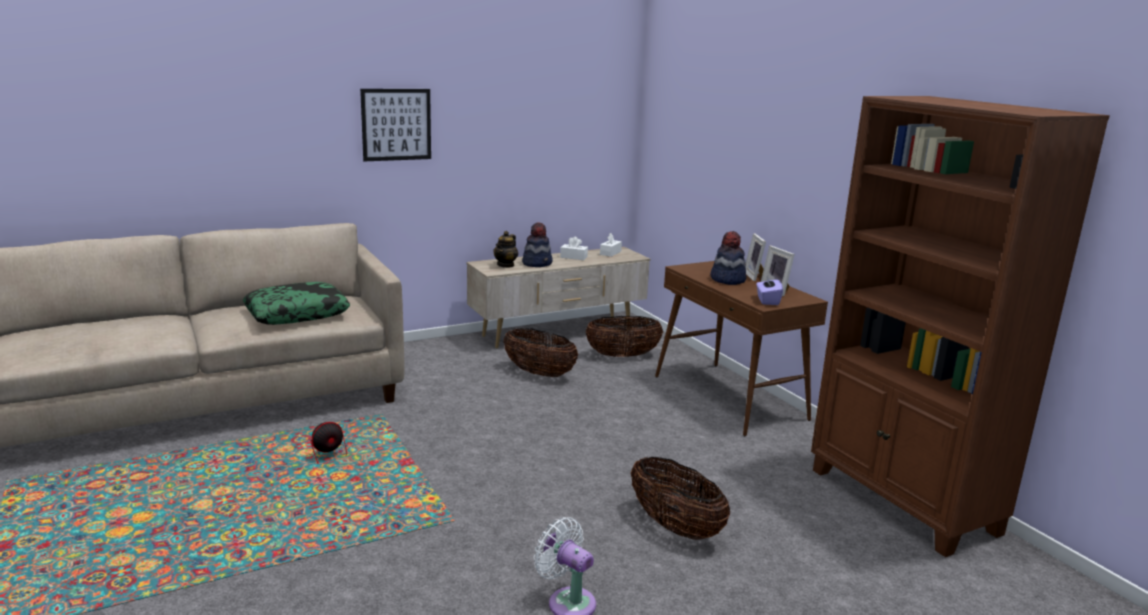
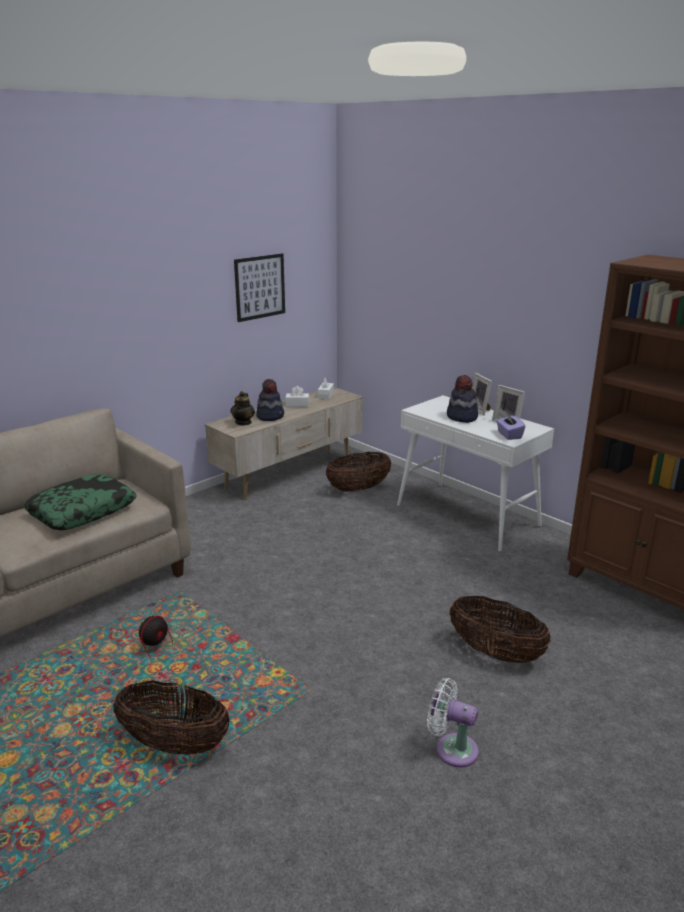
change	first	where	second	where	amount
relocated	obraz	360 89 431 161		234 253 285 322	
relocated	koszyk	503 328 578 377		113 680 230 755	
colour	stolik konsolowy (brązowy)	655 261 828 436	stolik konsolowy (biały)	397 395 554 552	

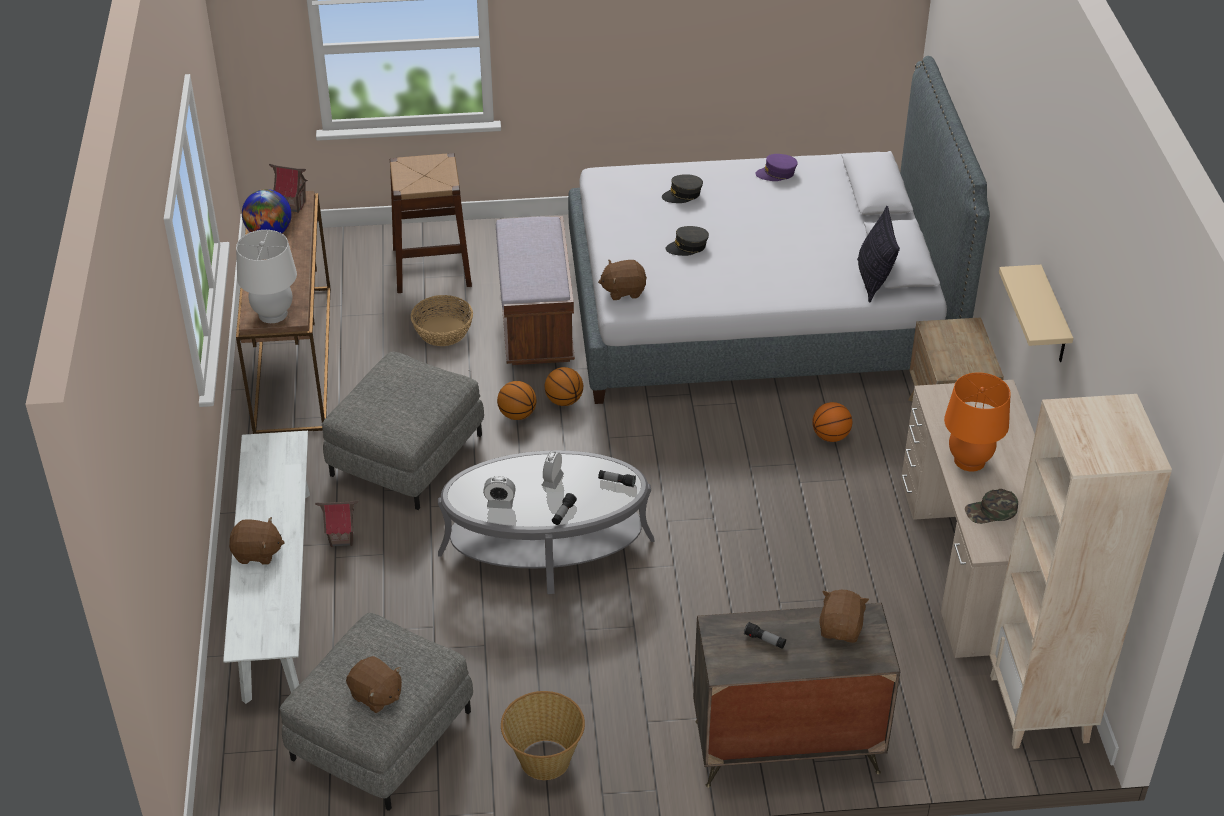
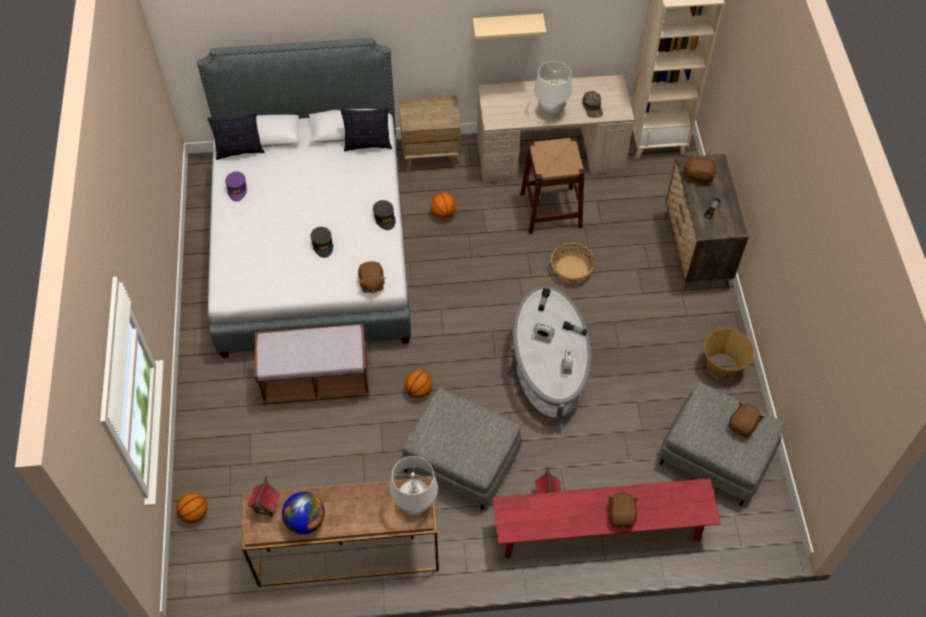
change	first	where	second	where	amount
appeared			poduszka	207 112 265 160	
relocated	stołek (brązowy)	390 153 472 293		520 137 585 234	
relocated	koszyk	411 295 473 346		551 243 595 283	
relocated	piłka do koszykówki	545 367 583 406		176 493 207 523	
relocated	czapka z daszkiem (szary)	662 174 703 203		373 200 395 230	
colour	ławka (biały)	223 431 310 704	ławka (czerwony)	493 478 721 559	
colour	lampa stołowa (pomarańczowy)	944 372 1011 472	lampa stołowa (biały)	534 61 572 119	

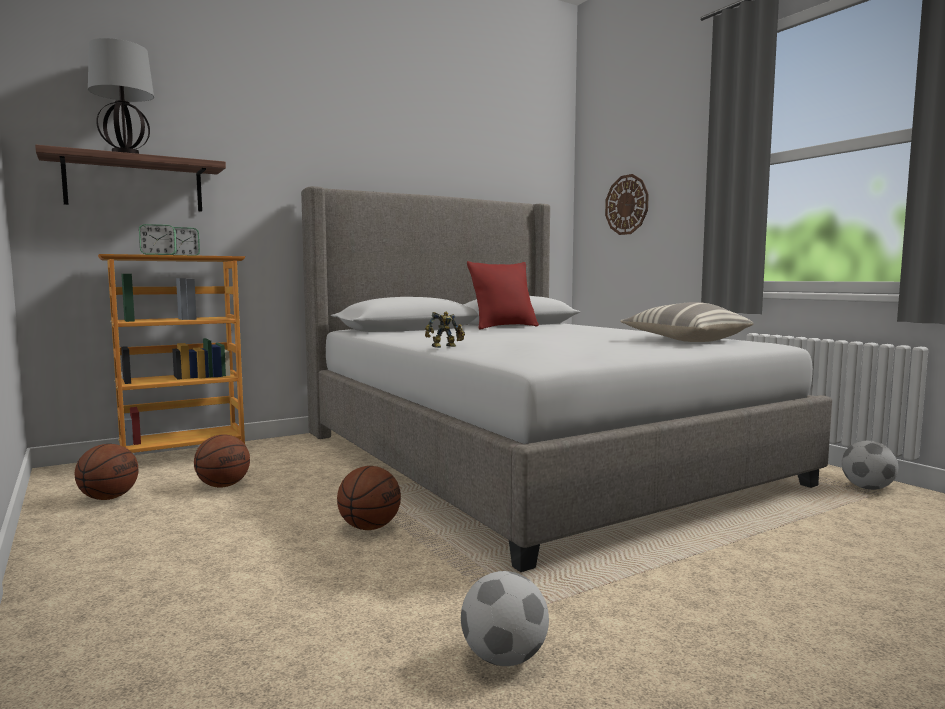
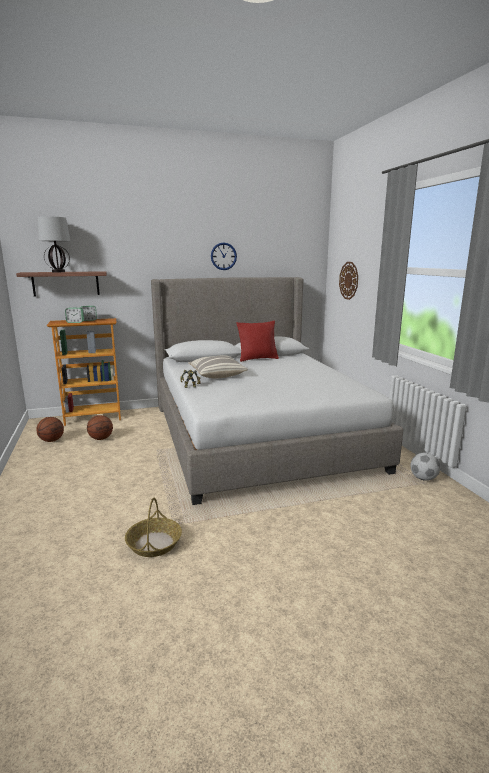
change	first	where	second	where	amount
missing	piłka do koszykówki	337 466 401 530			
appeared			zegar ścienny	211 242 237 270	
relocated	poduszka	620 302 754 342		189 355 248 379	
exchanged	piłka futbolowa	461 571 549 666	koszyk	125 498 182 557	

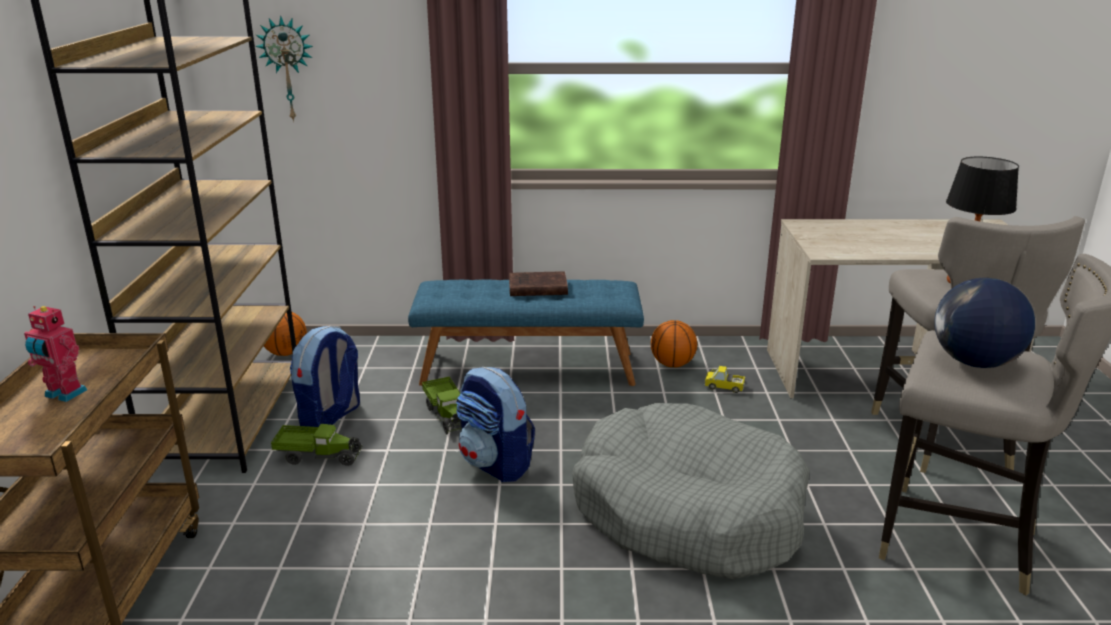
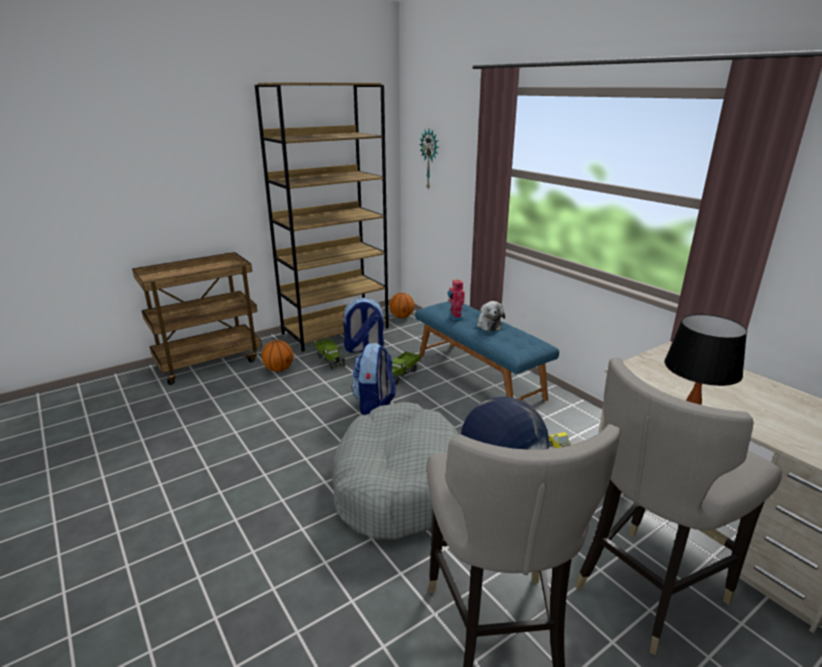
change	first	where	second	where	amount
relocated	robot zabawkowy	24 306 87 402		448 278 465 321	
relocated	piłka do koszykówki	651 320 697 367		262 340 294 372	
exchanged	książka (brązowy)	509 271 568 296	pluszak	477 301 505 331	

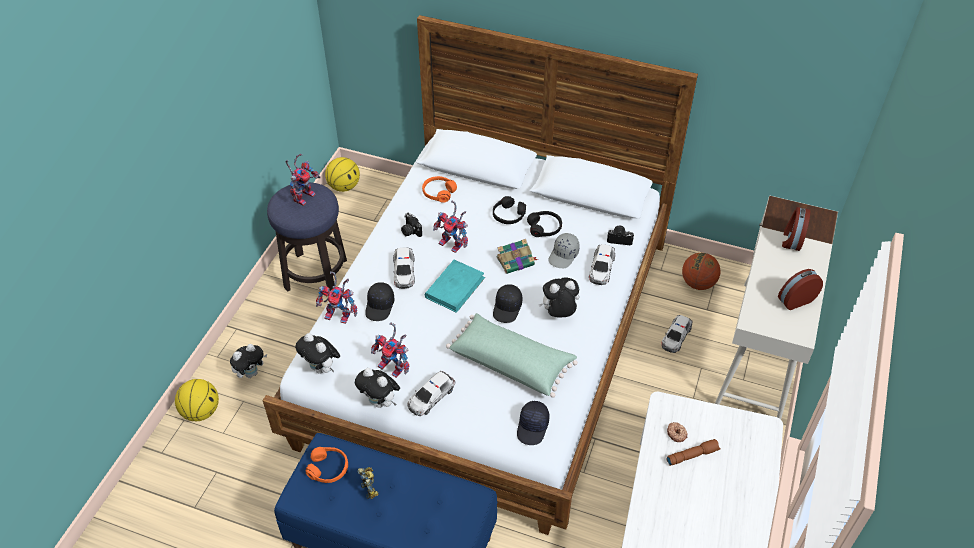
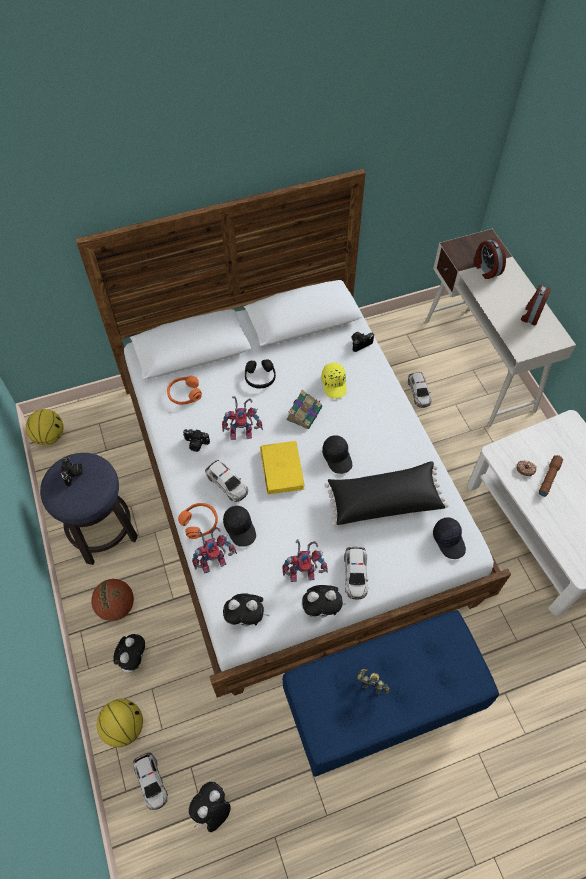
change	first	where	second	where	amount
missing	słuchawki (czarny)	527 211 562 237			
relocated	słuchawki (pomarańczowy)	306 447 348 483		178 503 218 539	
relocated	pluszak	538 278 579 317		189 782 231 832	
relocated	samochodzik	589 244 615 285		133 752 168 810	
relocated	piłka do koszykówki	682 253 720 290		91 579 134 621	
exchanged	robot zabawkowy	286 154 321 206	aparat fotograficzny	61 457 83 487	
colour	książka (turkusowy)	425 260 485 313	książka (żółty)	260 441 305 494	
colour	poduszka (zielony)	446 313 578 398	poduszka (czarny)	324 461 449 526	
colour	czapka z daszkiem (szary)	548 233 580 268	czapka z daszkiem (żółty)	321 363 347 399	

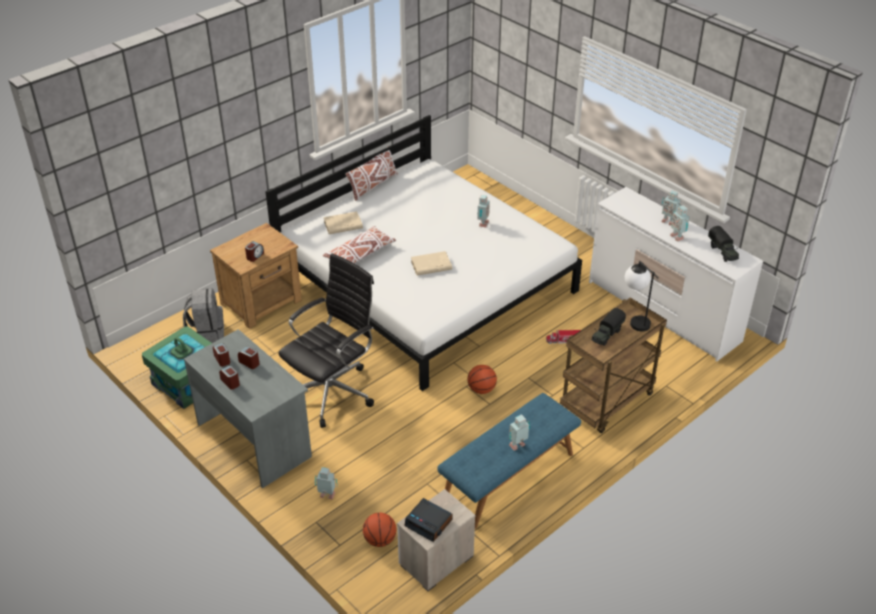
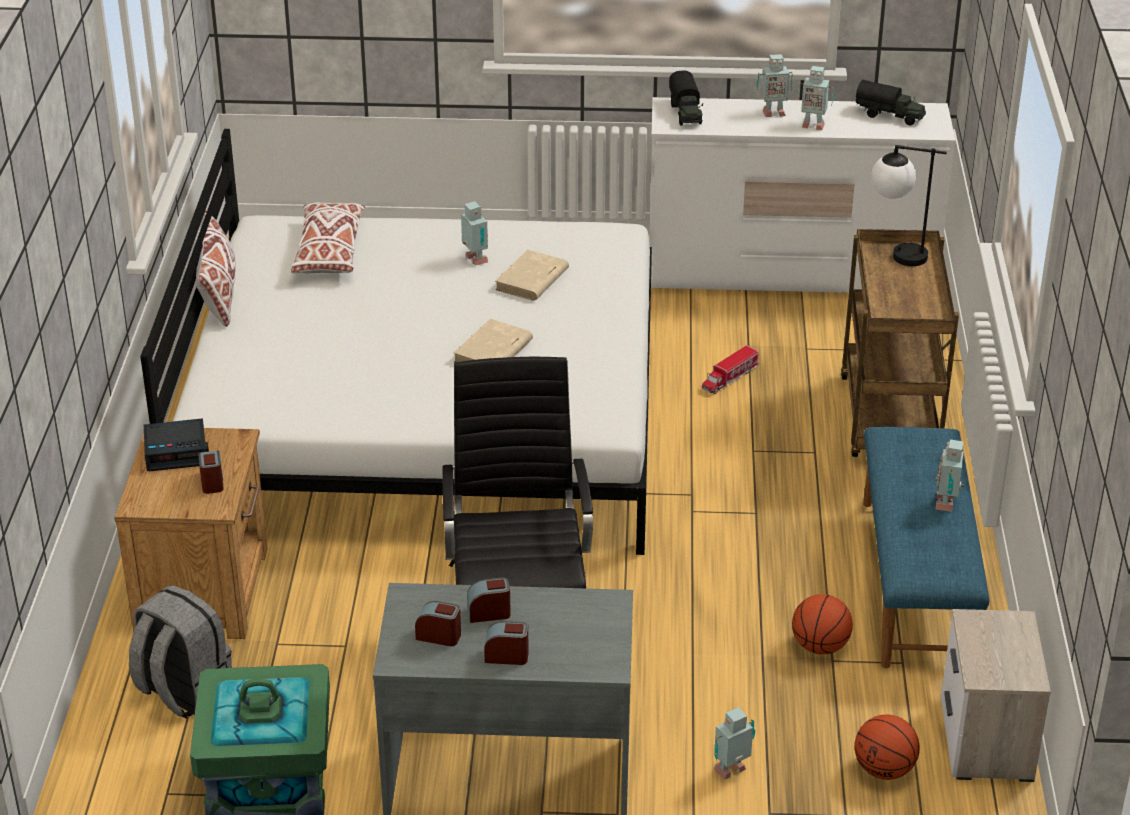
change	first	where	second	where	amount
relocated	poduszka (biały)	323 226 396 264		291 203 365 274	
relocated	książka (beżowy)	324 211 363 234		496 249 569 301	
relocated	budzik	404 498 453 542		144 418 209 471	
relocated	piłka do koszykówki	467 365 497 394		792 594 853 655	
relocated	ciężarówka zabawkowa	591 308 626 346		669 71 703 126	

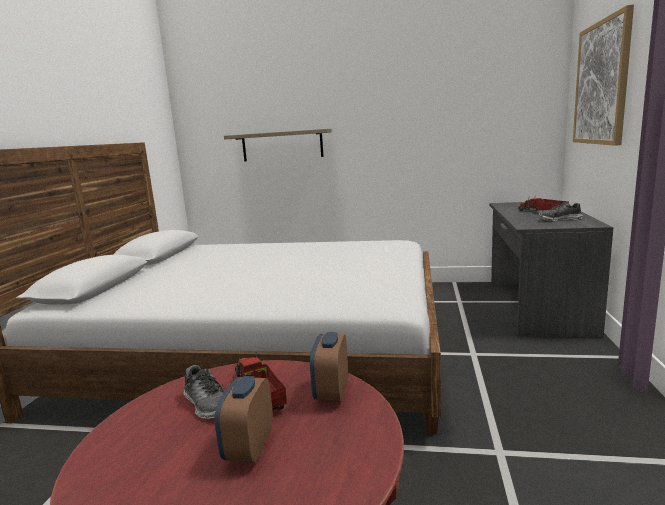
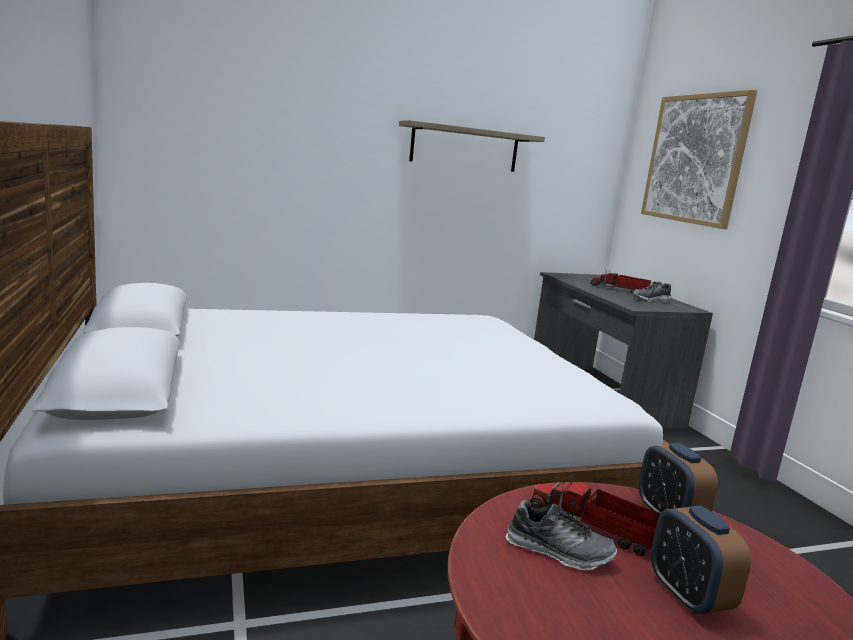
change	first	where	second	where	amount
relocated	półka	224 129 332 161		399 120 545 172	

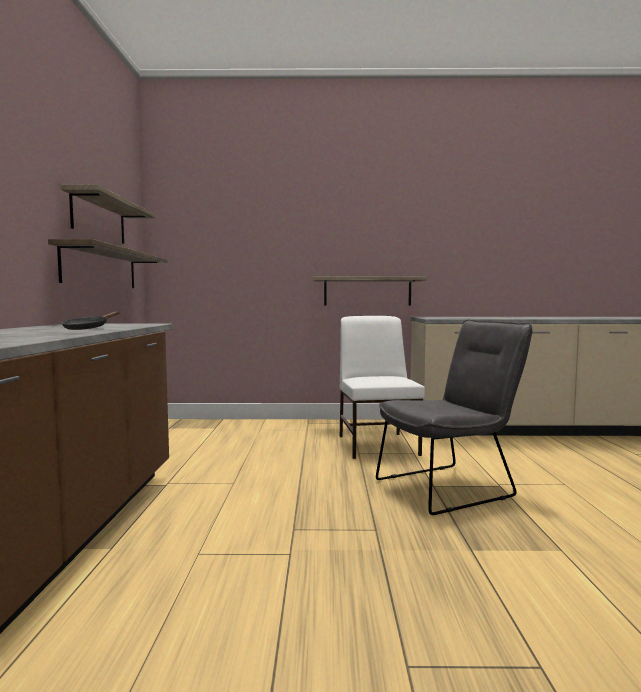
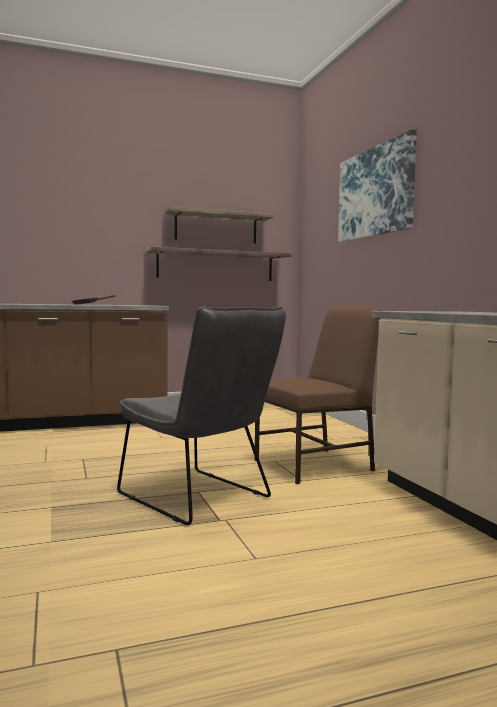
change	first	where	second	where	amount
missing	półka	313 276 427 306			
appeared			obraz	338 129 417 242	
colour	krzesło (biały)	340 316 425 459	krzesło (brązowy)	255 306 381 484	

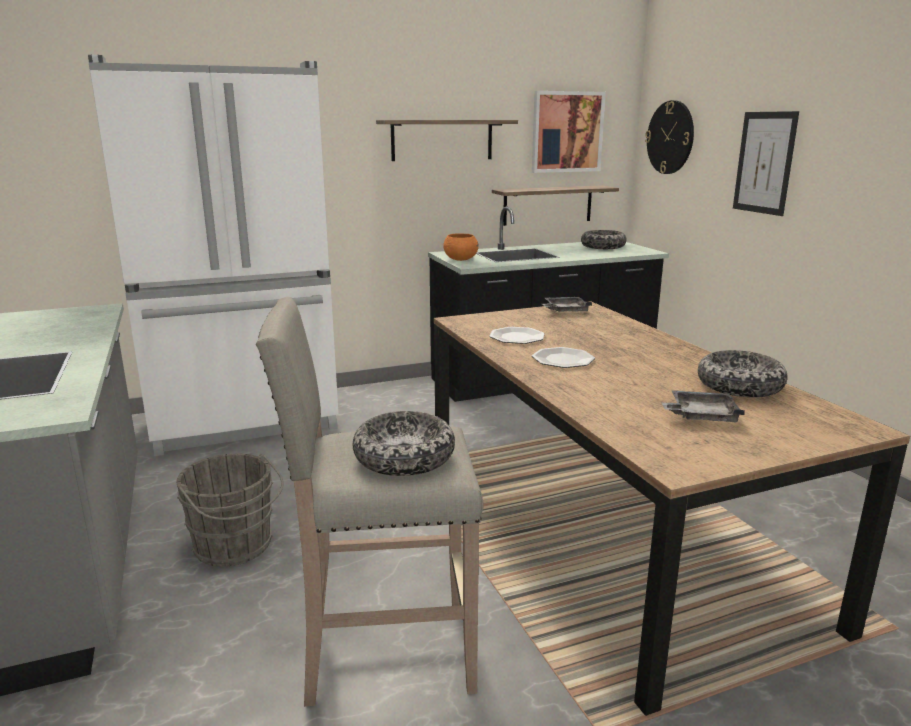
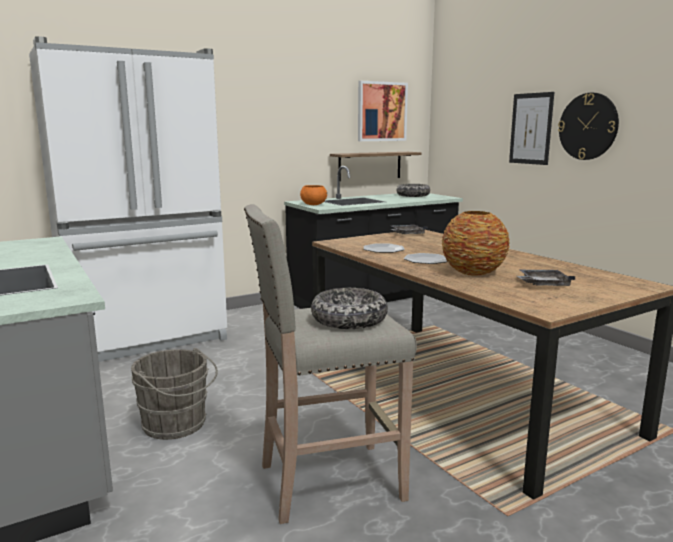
change	first	where	second	where	amount
missing	półka	376 120 518 161			
missing	miska	698 350 788 397			
appeared			wazon	442 211 510 276	
relocated	zegar ścienny	645 100 694 174		558 93 619 160	

